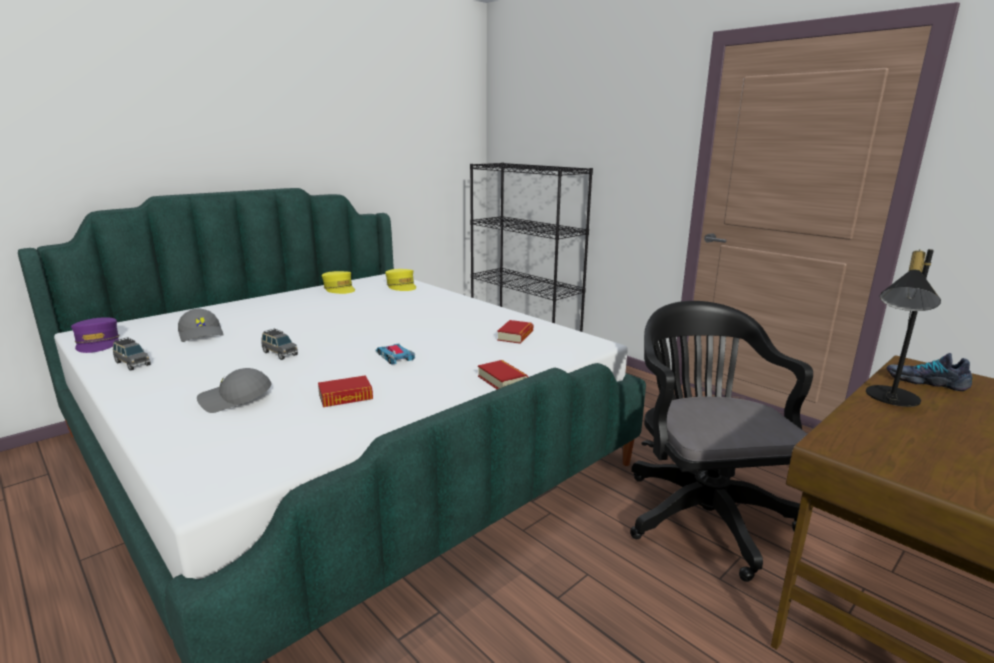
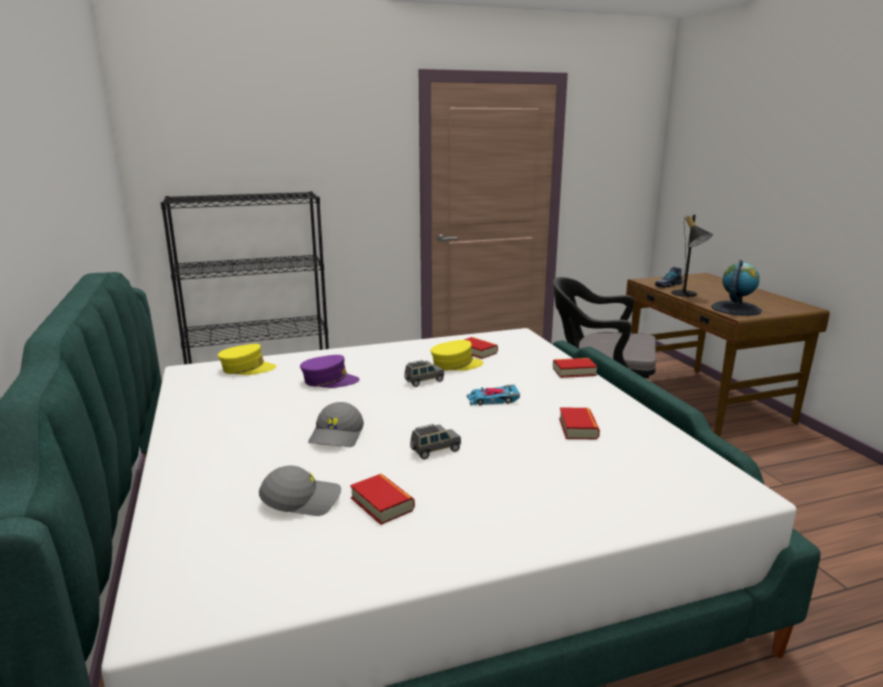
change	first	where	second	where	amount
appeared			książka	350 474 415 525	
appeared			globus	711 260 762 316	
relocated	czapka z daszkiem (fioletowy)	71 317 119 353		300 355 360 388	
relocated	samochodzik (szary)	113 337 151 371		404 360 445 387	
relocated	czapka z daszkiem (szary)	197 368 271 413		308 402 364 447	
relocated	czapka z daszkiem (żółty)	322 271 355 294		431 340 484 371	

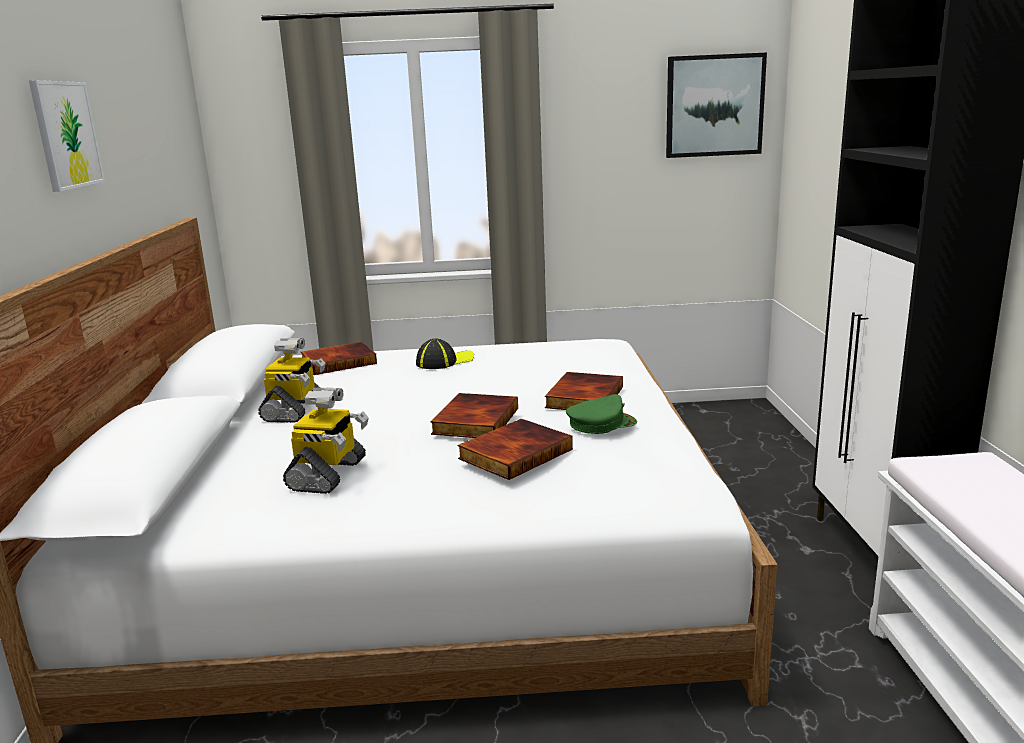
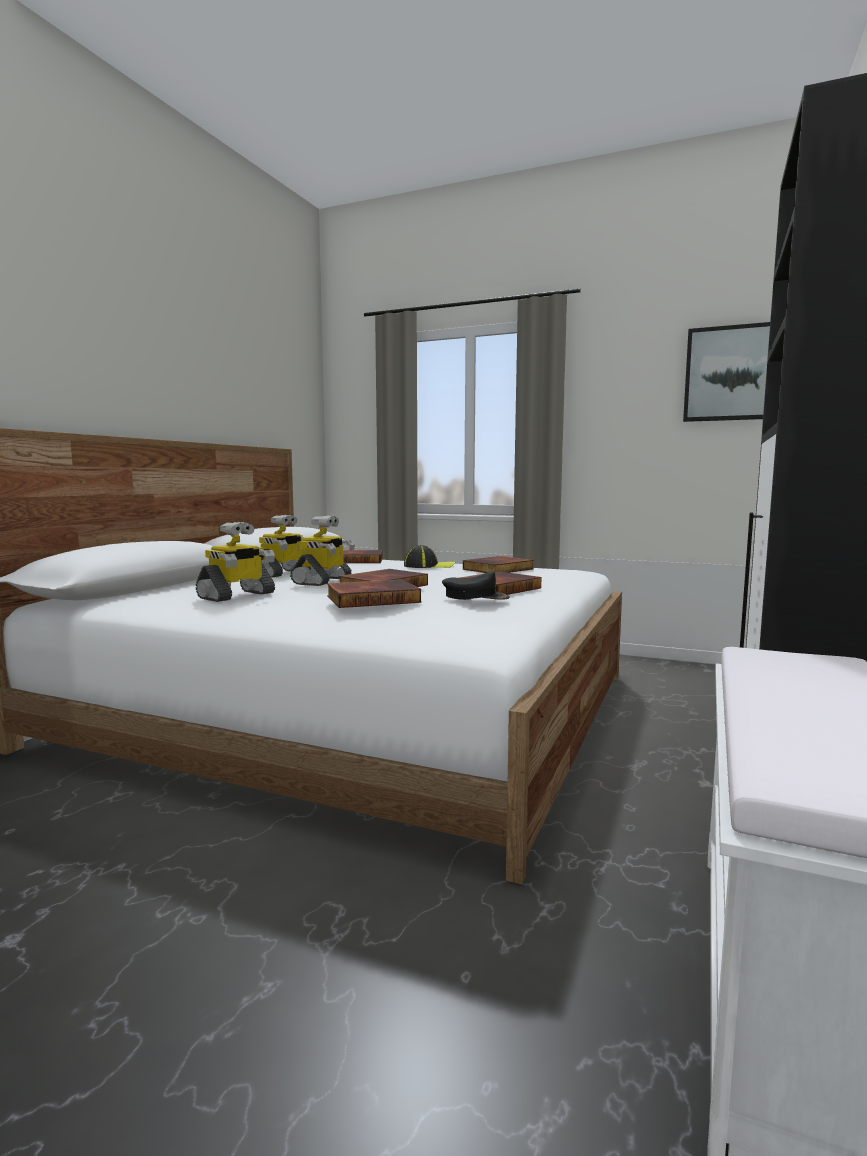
change	first	where	second	where	amount
missing	obraz	29 80 105 192			
appeared			robot zabawkowy	290 516 355 586	
appeared			książka	463 556 534 573	
colour	czapka z daszkiem (zielony)	566 394 637 434	czapka z daszkiem (czarny)	442 571 510 600	

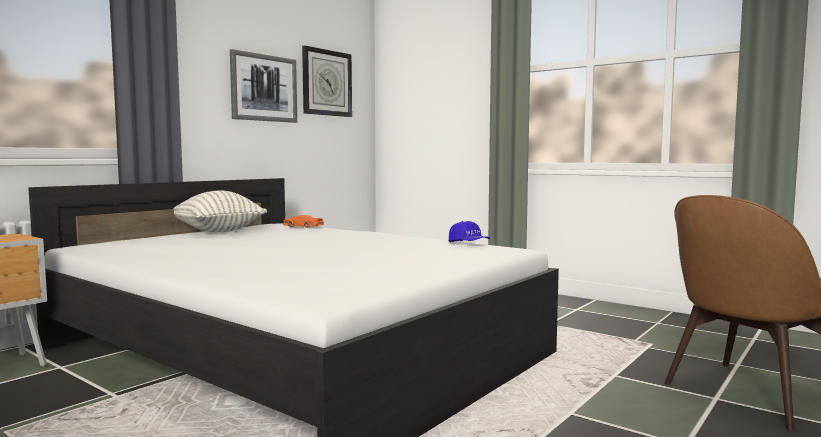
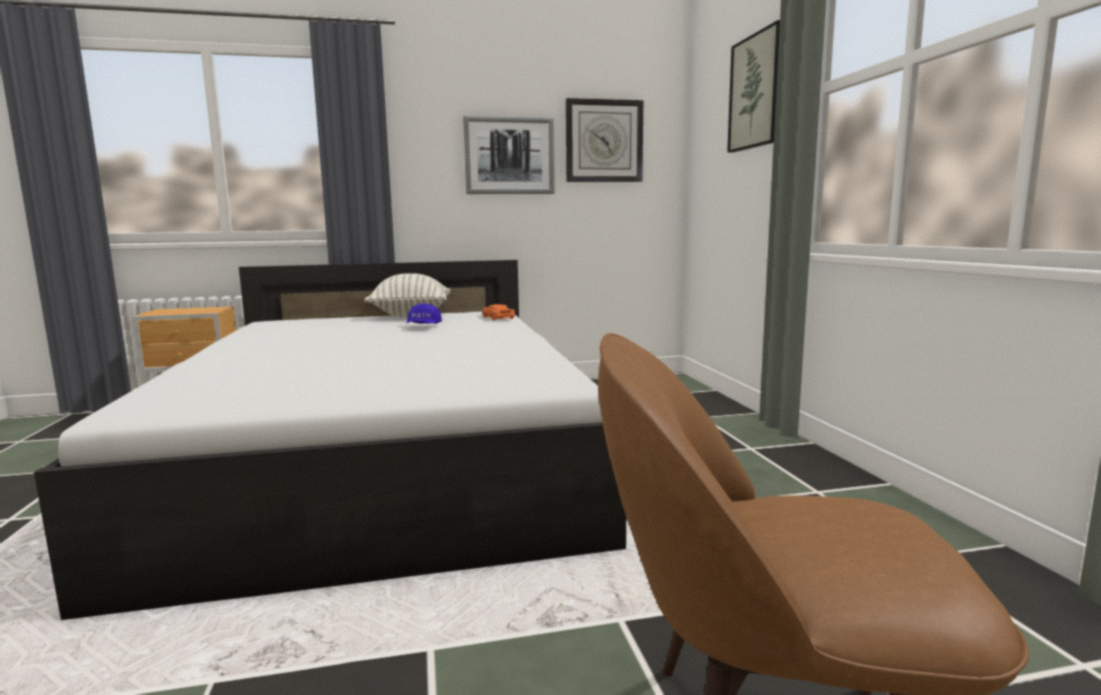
change	first	where	second	where	amount
appeared			obraz	727 20 780 153	
relocated	czapka z daszkiem (niebieski)	449 221 490 242		406 303 442 324	

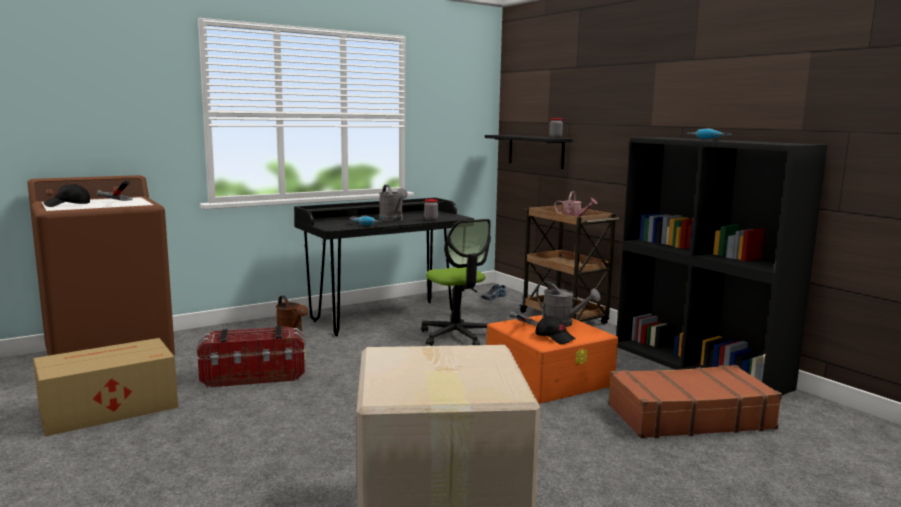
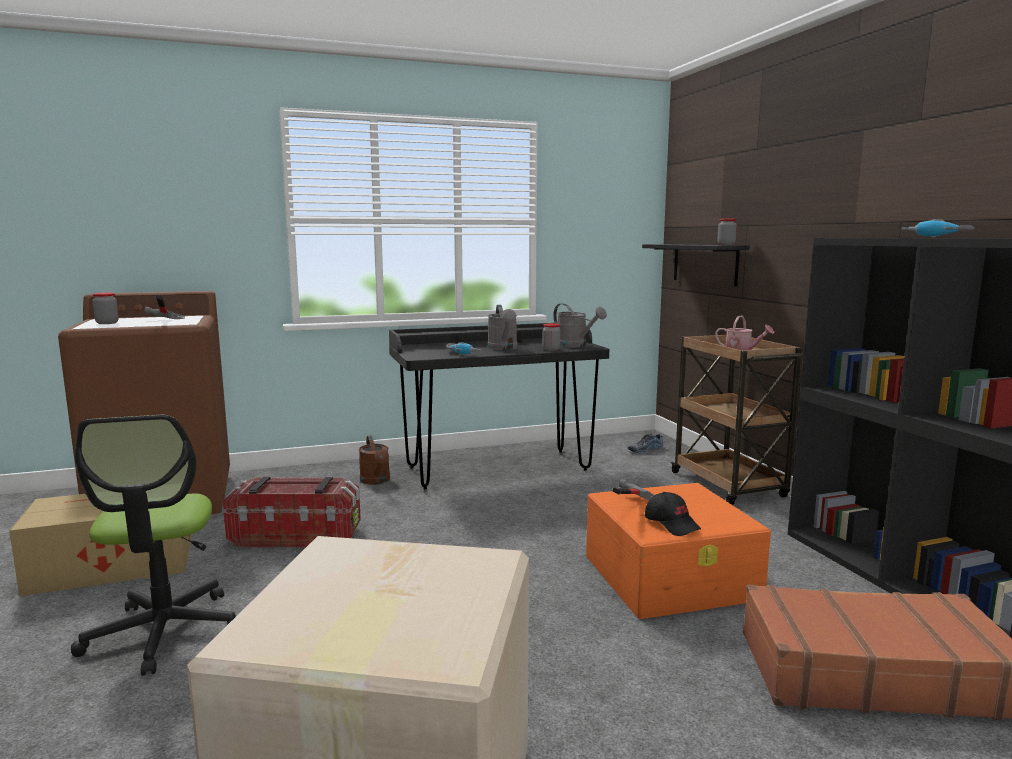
change	first	where	second	where	amount
relocated	krzesło biurowe	421 219 491 346		71 415 236 676	
relocated	konewka (szary)	536 281 601 327		553 303 607 347	
exchanged	czapka z daszkiem (czarny)	44 184 90 207	słoik	93 292 119 324	

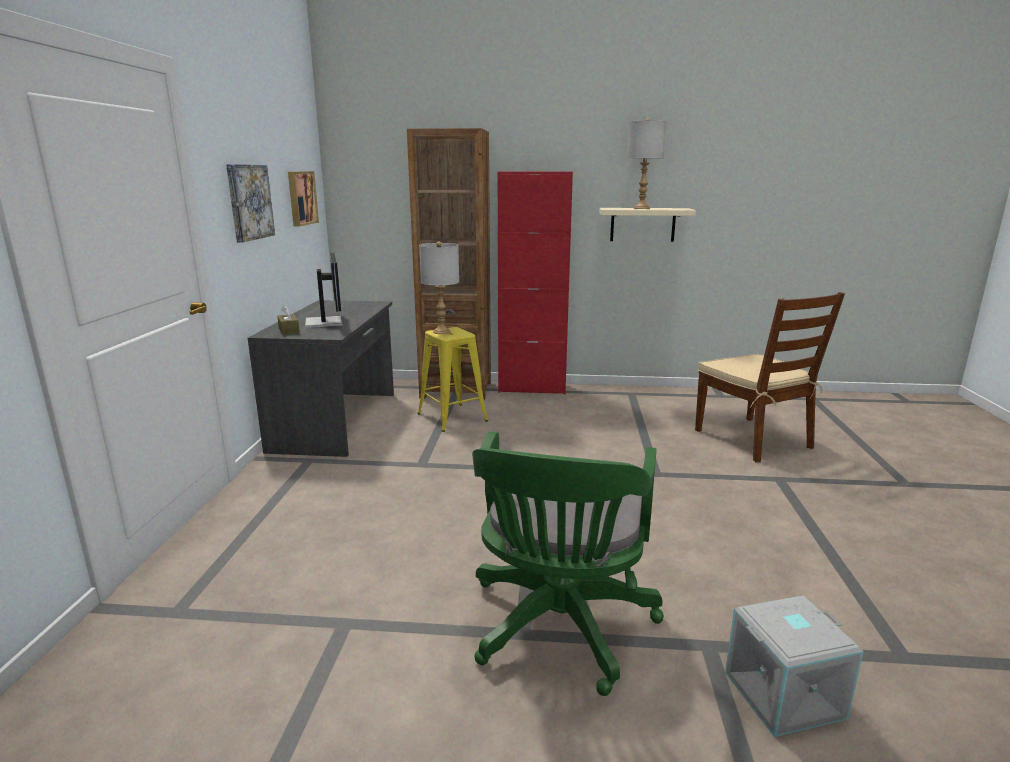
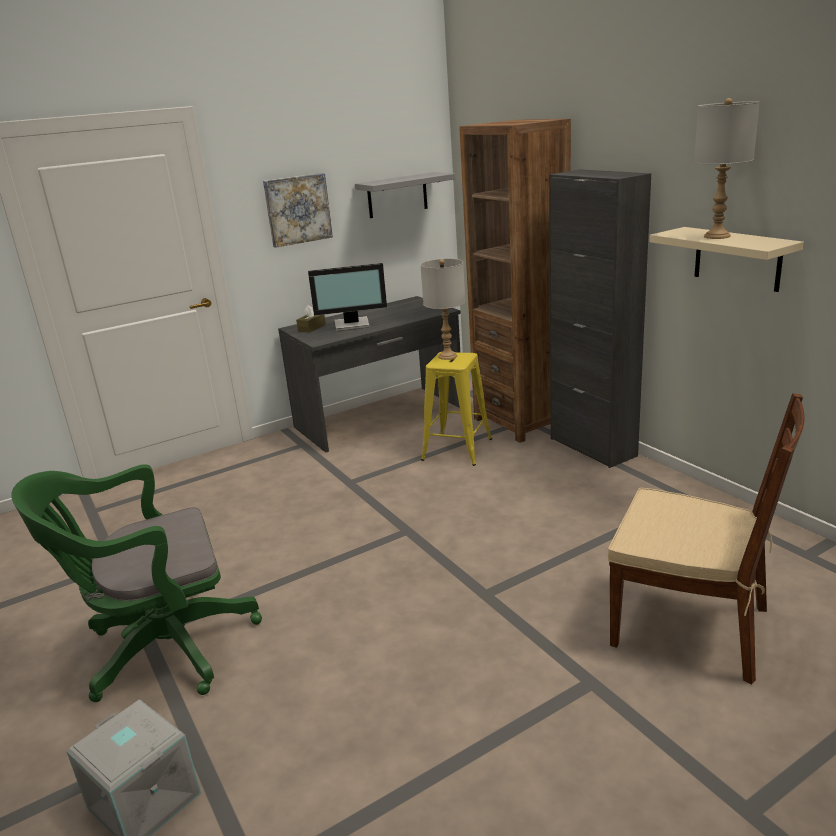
change	first	where	second	where	amount
exchanged	obraz	288 172 319 227	półka (szary)	355 172 455 218	
colour	szafka (czerwony)	498 172 573 395	szafka (czarny)	549 169 651 468	
spun	monitor	305 253 343 328		308 263 387 331	45 degrees clockwise
spun	krzesło (brązowy)	695 292 845 462		608 393 805 685	90 degrees counterclockwise

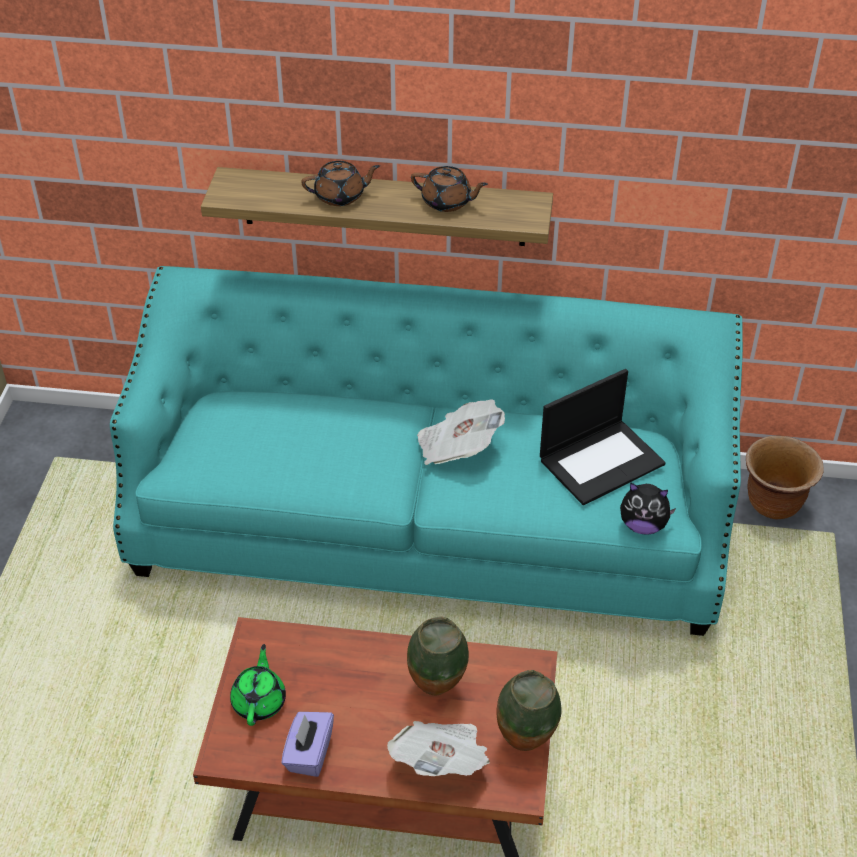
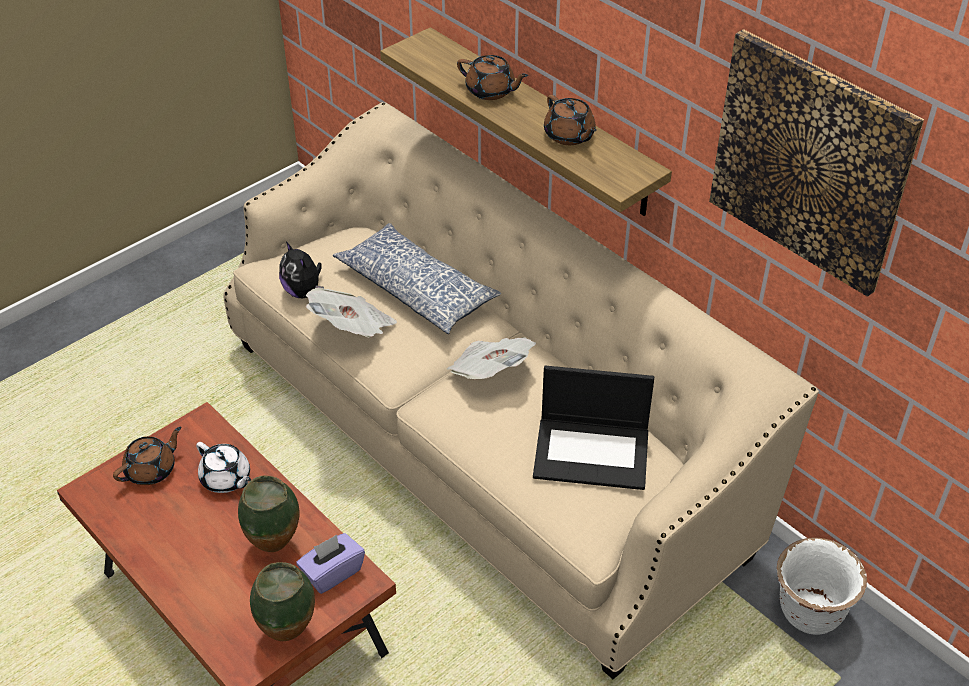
change	first	where	second	where	amount
appeared			imbryk (biały)	196 442 251 493	
appeared			poduszka	333 223 501 334	
appeared			obraz	709 29 924 297	
relocated	pudełko chusteczek (fioletowy)	281 712 334 777		296 533 365 594	
relocated	gazeta	387 721 490 776		305 288 397 337	
relocated	pluszak	620 482 676 535		279 241 324 298	
colour	kanapa (turkusowy)	110 266 743 636	kanapa (beżowy)	223 102 819 679	
colour	imbryk (zielony)	230 644 286 726	imbryk (brązowy)	113 427 181 485	
colour	donica (brązowy)	746 436 824 520	donica (biały)	777 538 867 635	

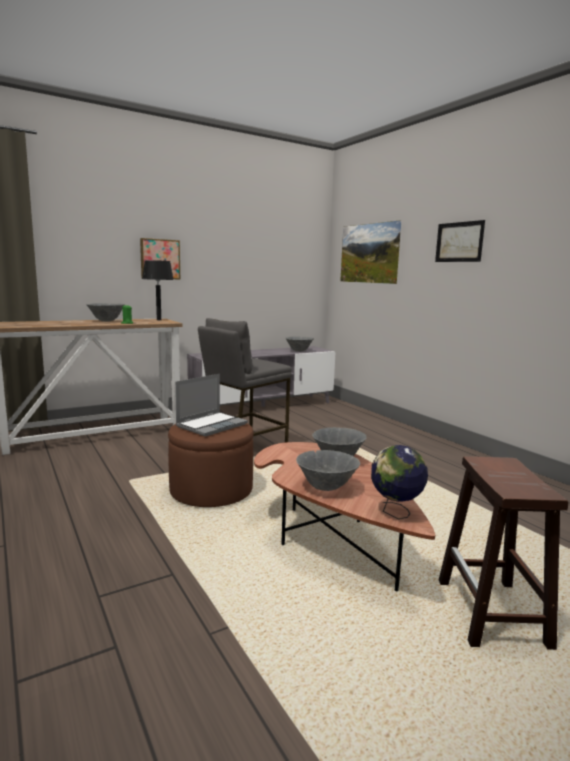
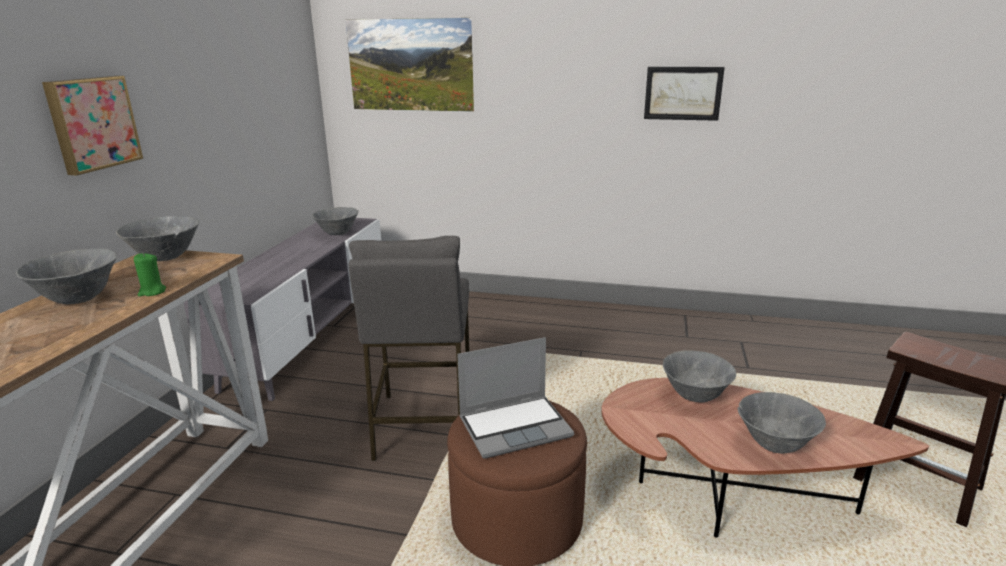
change	first	where	second	where	amount
missing	globus	371 445 428 519			
relocated	obraz	435 220 485 262		644 67 725 121	
exchanged	lampa stołowa (czarny)	142 260 174 320	miska (szary)	116 216 199 261	
spun	laptop	175 374 248 437		457 337 574 459	75 degrees clockwise

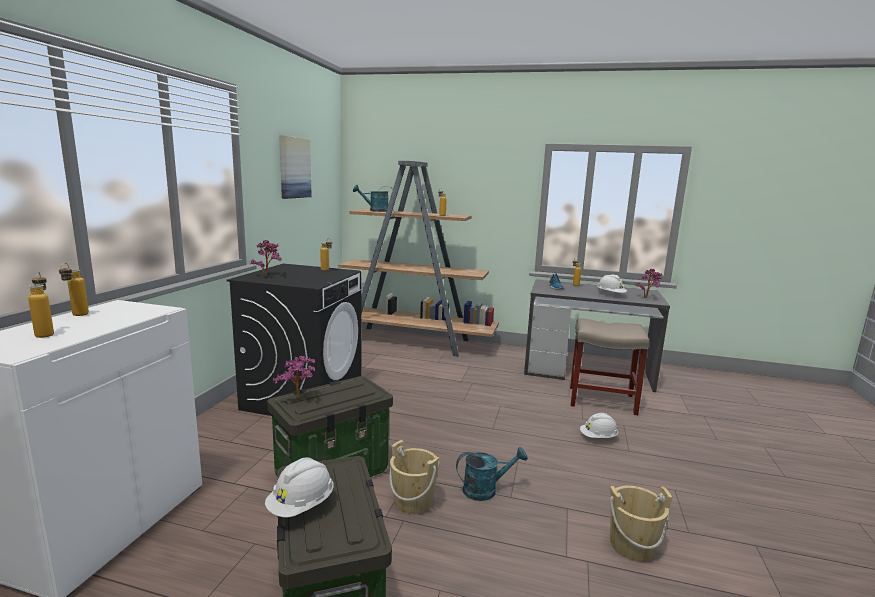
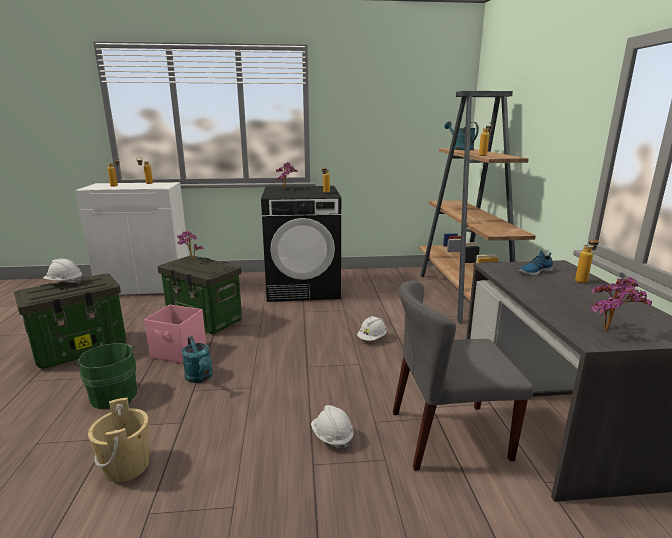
change	first	where	second	where	amount
missing	obraz	279 135 312 199			
appeared			wiadro (zielony)	75 343 138 409	
relocated	kask (biały)	597 275 627 293		357 316 387 341	
exchanged	wiadro (beżowy)	389 440 439 514	pojemnik do przechowywania (różowy)	144 305 206 364	
exchanged	stołek (beżowy)	570 318 649 415	krzesło (szary)	393 280 533 471	

